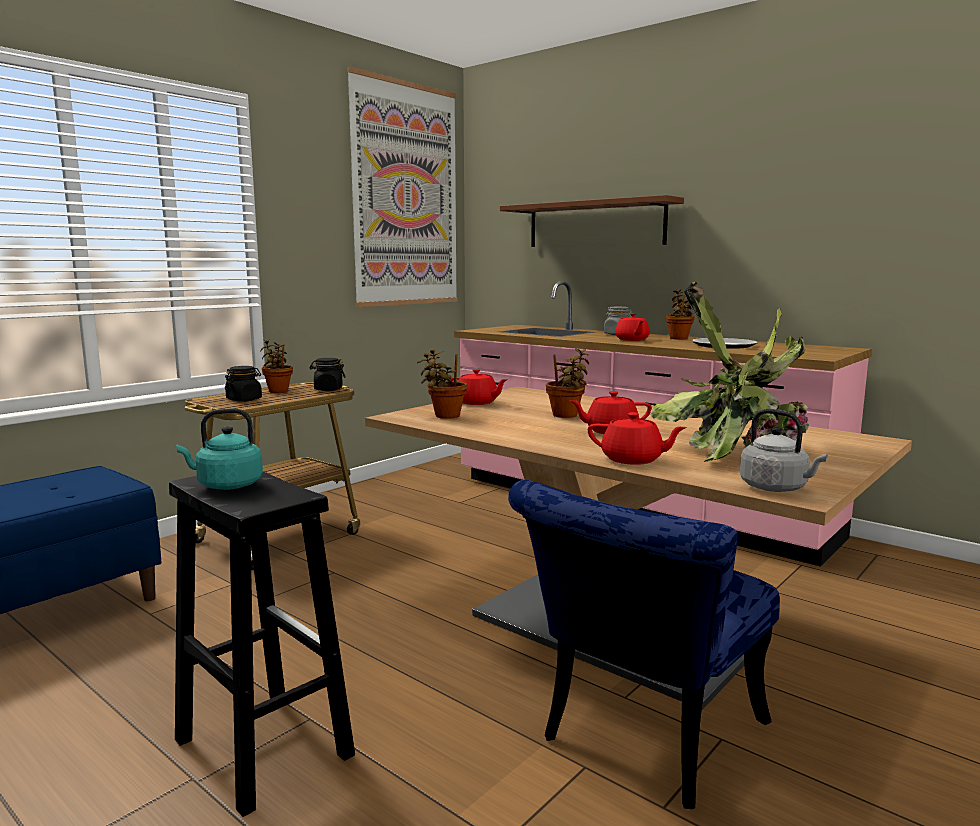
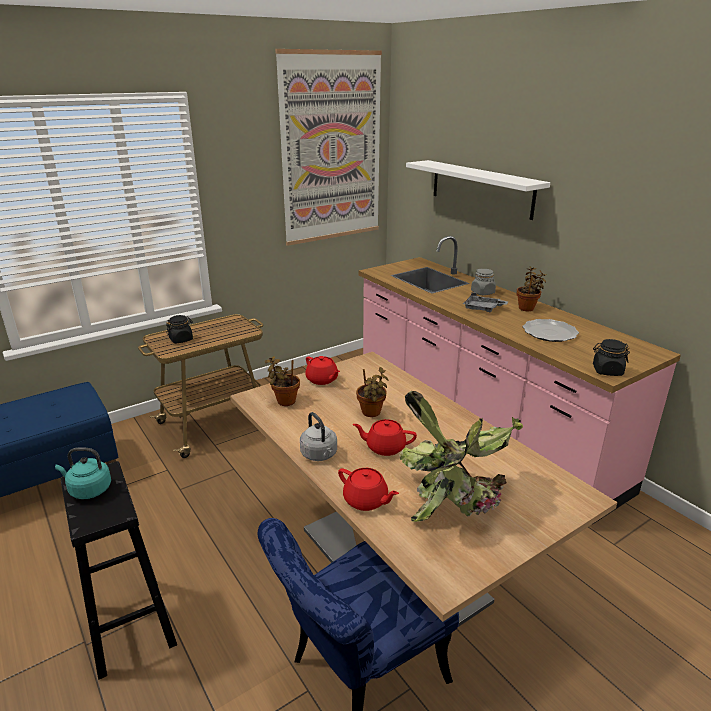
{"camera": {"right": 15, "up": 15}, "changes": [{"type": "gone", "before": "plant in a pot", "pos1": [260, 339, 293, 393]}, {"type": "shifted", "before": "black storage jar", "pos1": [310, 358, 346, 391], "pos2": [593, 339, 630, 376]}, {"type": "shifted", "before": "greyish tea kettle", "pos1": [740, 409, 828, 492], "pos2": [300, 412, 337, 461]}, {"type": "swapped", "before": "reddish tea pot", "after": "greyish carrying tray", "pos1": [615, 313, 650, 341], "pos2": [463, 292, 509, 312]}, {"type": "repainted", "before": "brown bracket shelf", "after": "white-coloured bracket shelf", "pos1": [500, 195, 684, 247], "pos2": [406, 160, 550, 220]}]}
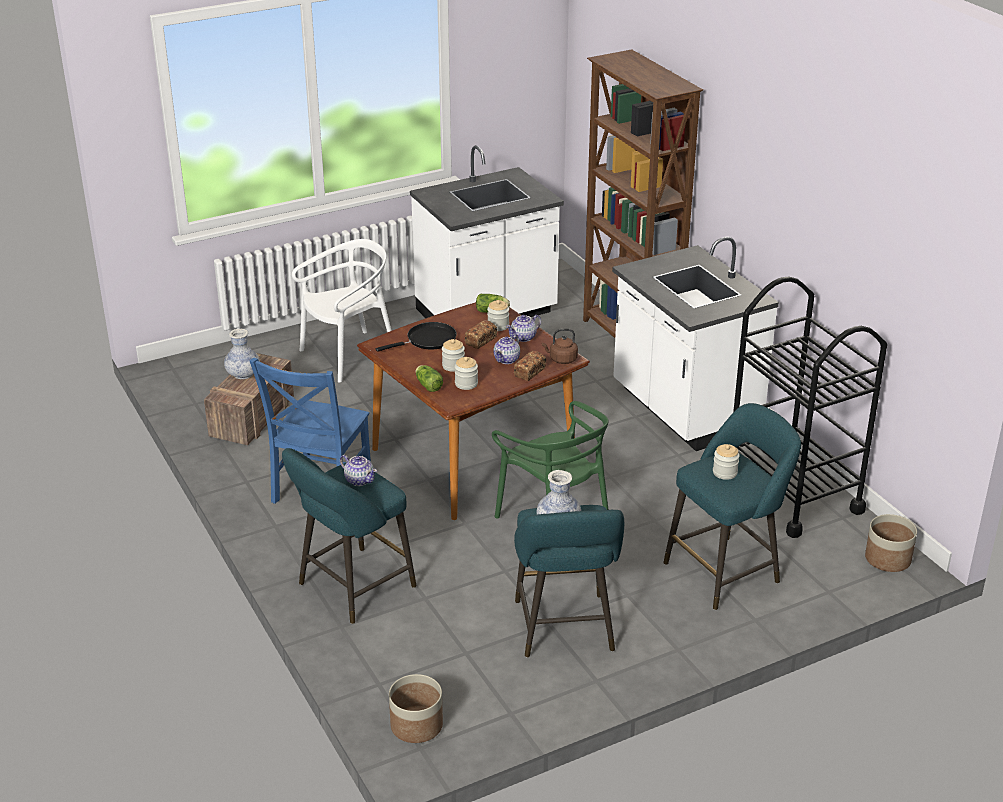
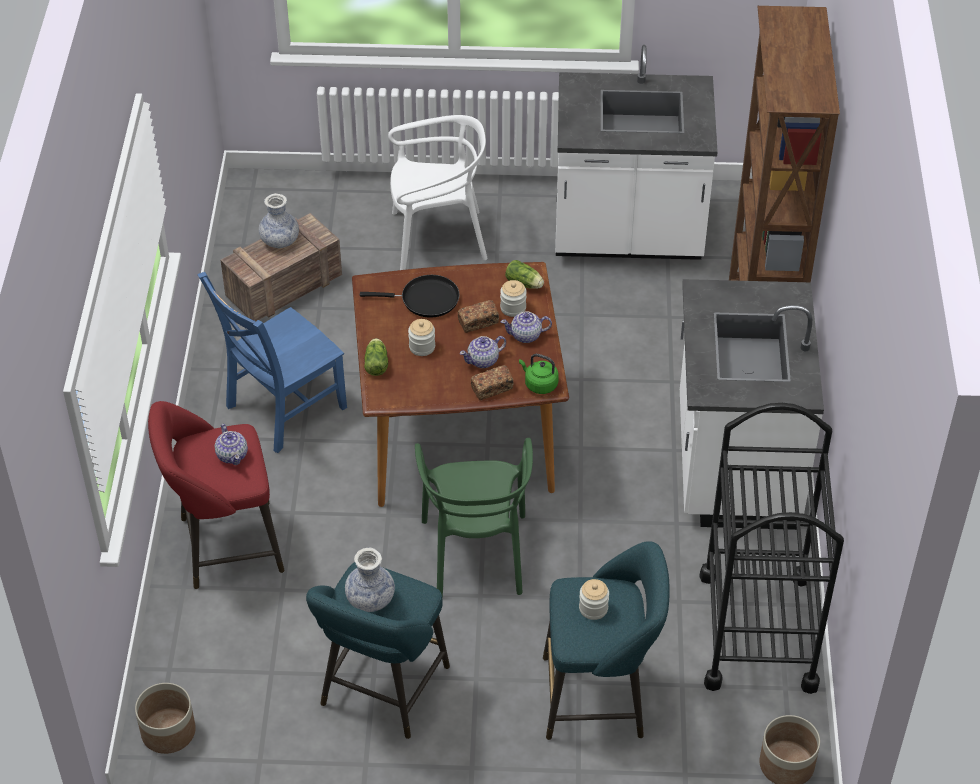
{"camera": {"right": 30, "up": 15}, "changes": [{"type": "gone", "before": "storage jar", "pos1": [454, 357, 478, 390]}, {"type": "repainted", "before": "turquoise-coloured stool", "after": "reddish stool", "pos1": [282, 448, 416, 624], "pos2": [148, 401, 284, 589]}, {"type": "repainted", "before": "brown tea kettle", "after": "green tea kettle", "pos1": [542, 329, 578, 364], "pos2": [519, 354, 559, 394]}]}
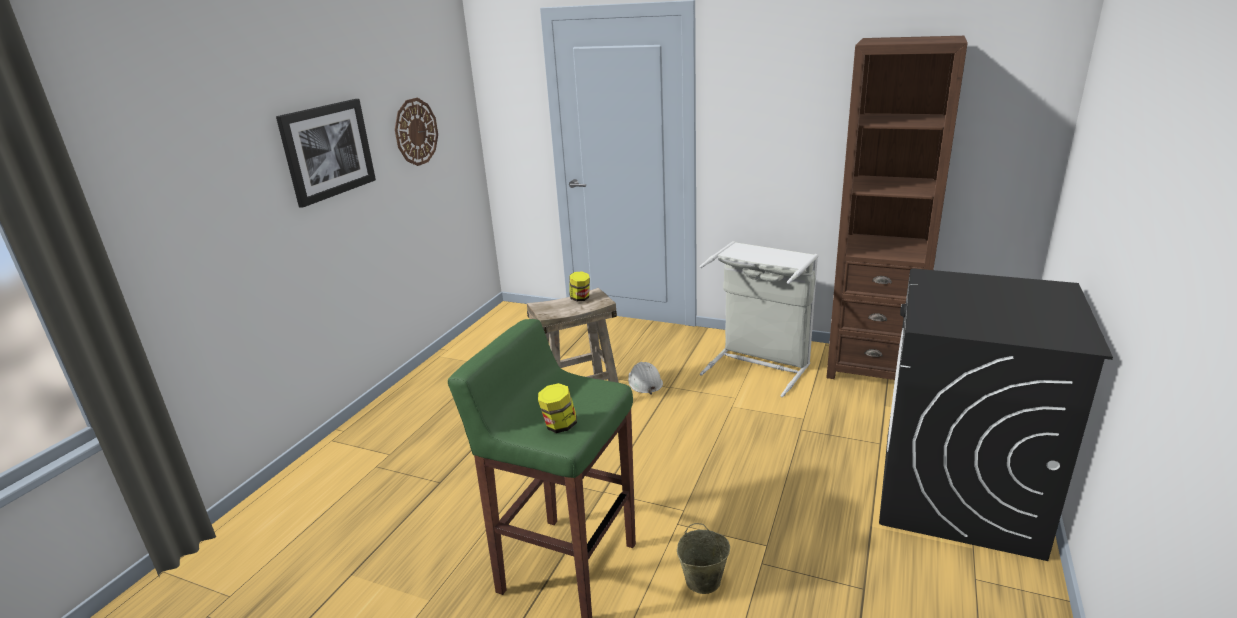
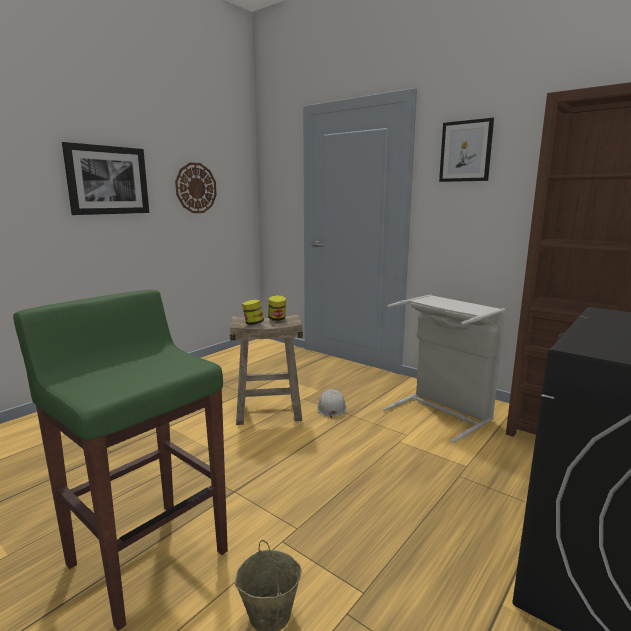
{"camera": {"right": 15, "up": -10}, "changes": [{"type": "new", "after": "wall art", "pos2": [439, 118, 494, 182]}, {"type": "shifted", "before": "storage jar", "pos1": [538, 383, 577, 433], "pos2": [242, 299, 264, 325]}]}
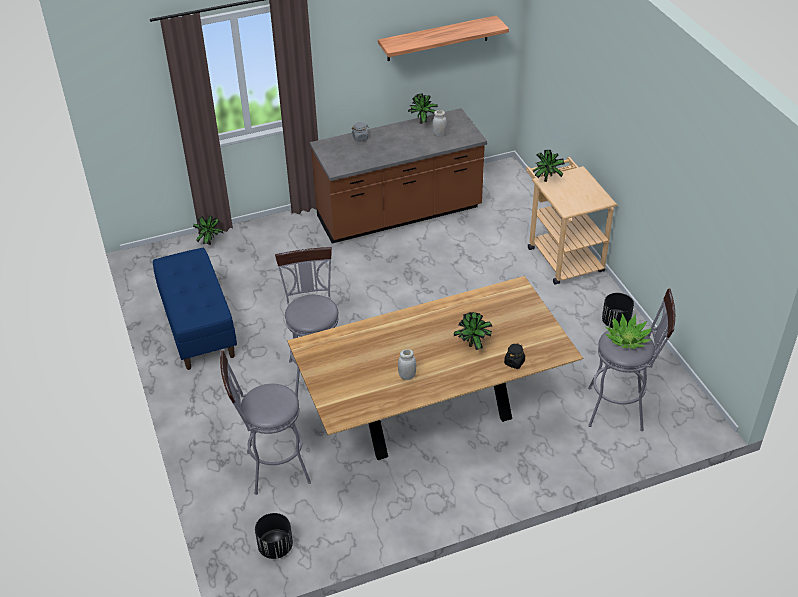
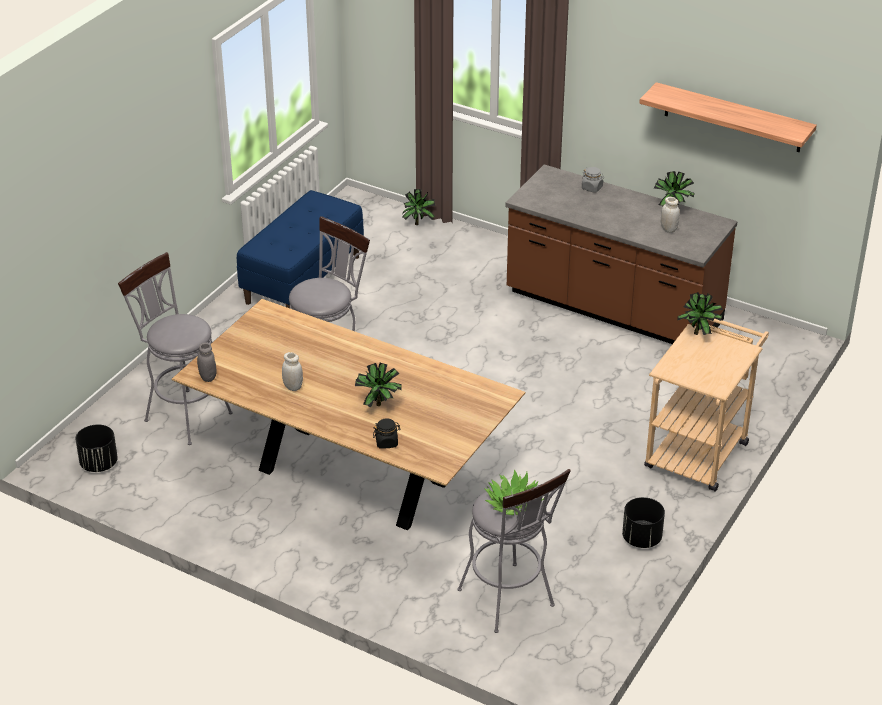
{"camera": {"right": 50, "up": -5}, "changes": [{"type": "new", "after": "greyish storage jar", "pos2": [197, 343, 216, 382]}]}
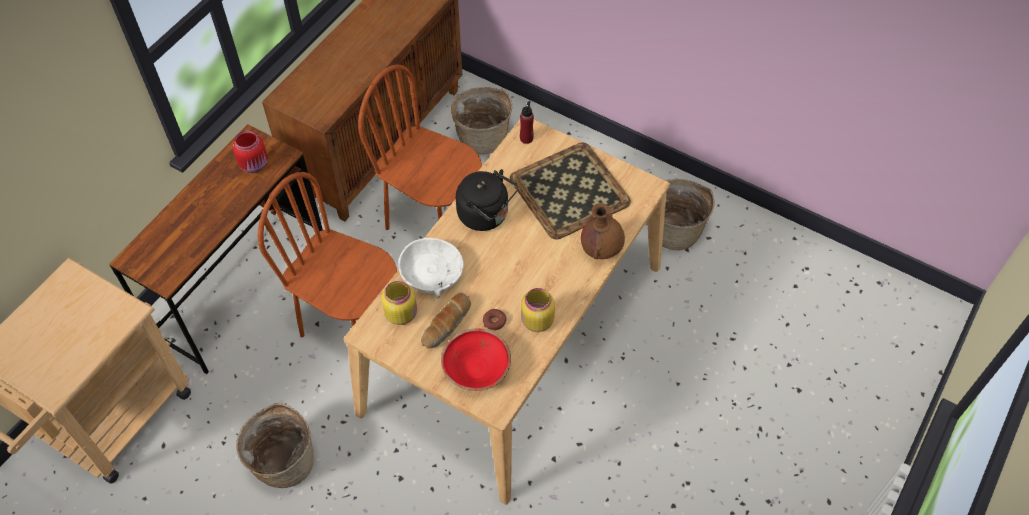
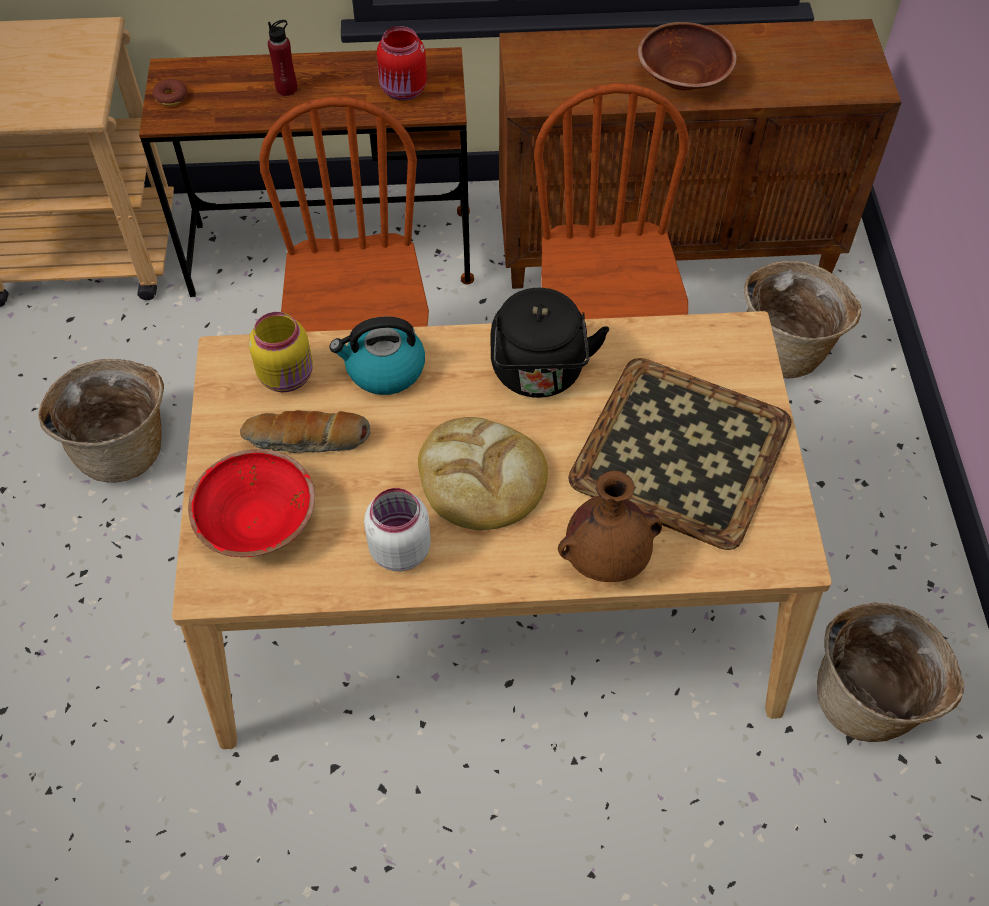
{"camera": {"right": 55, "up": 0}, "changes": [{"type": "new", "after": "bakery bread", "pos2": [418, 417, 548, 530]}, {"type": "new", "after": "brown serving bowl", "pos2": [638, 22, 737, 90]}, {"type": "shifted", "before": "ring doughnut", "pos1": [483, 309, 506, 330], "pos2": [152, 79, 188, 106]}, {"type": "shifted", "before": "reddish beverage bottle", "pos1": [520, 101, 534, 144], "pos2": [268, 20, 297, 96]}, {"type": "swapped", "before": "white-coloured serving bowl", "after": "tea kettle", "pos1": [398, 238, 464, 299], "pos2": [330, 316, 425, 395]}, {"type": "repainted", "before": "yellowish storage jar", "after": "white-coloured storage jar", "pos1": [521, 288, 555, 332], "pos2": [364, 488, 431, 571]}]}
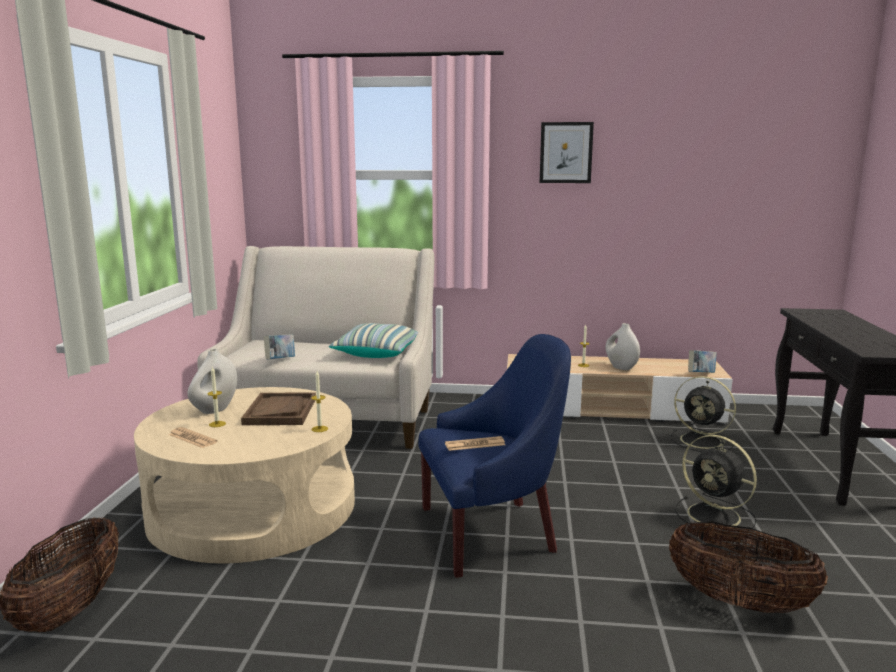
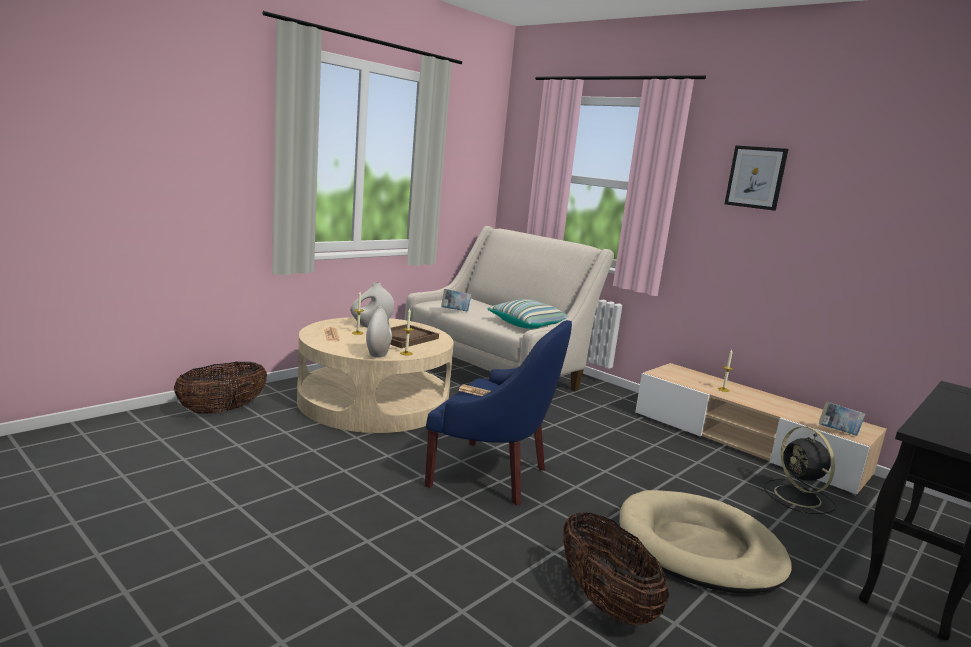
{"camera": {"right": 35, "up": 0}, "changes": [{"type": "shifted", "before": "white-coloured flower vase", "pos1": [605, 323, 640, 370], "pos2": [366, 305, 392, 358]}, {"type": "swapped", "before": "black electric fan", "after": "beige-coloured pet bed", "pos1": [675, 435, 757, 535], "pos2": [619, 490, 792, 593]}]}
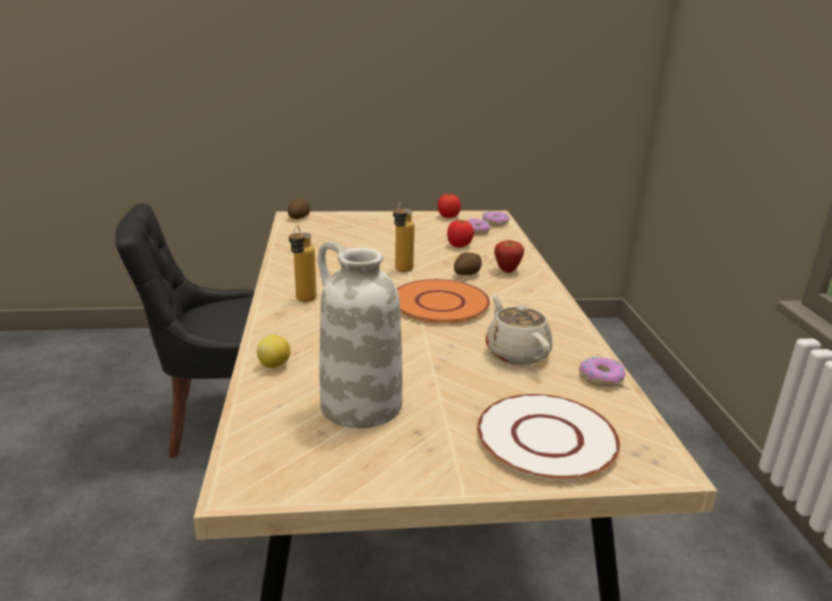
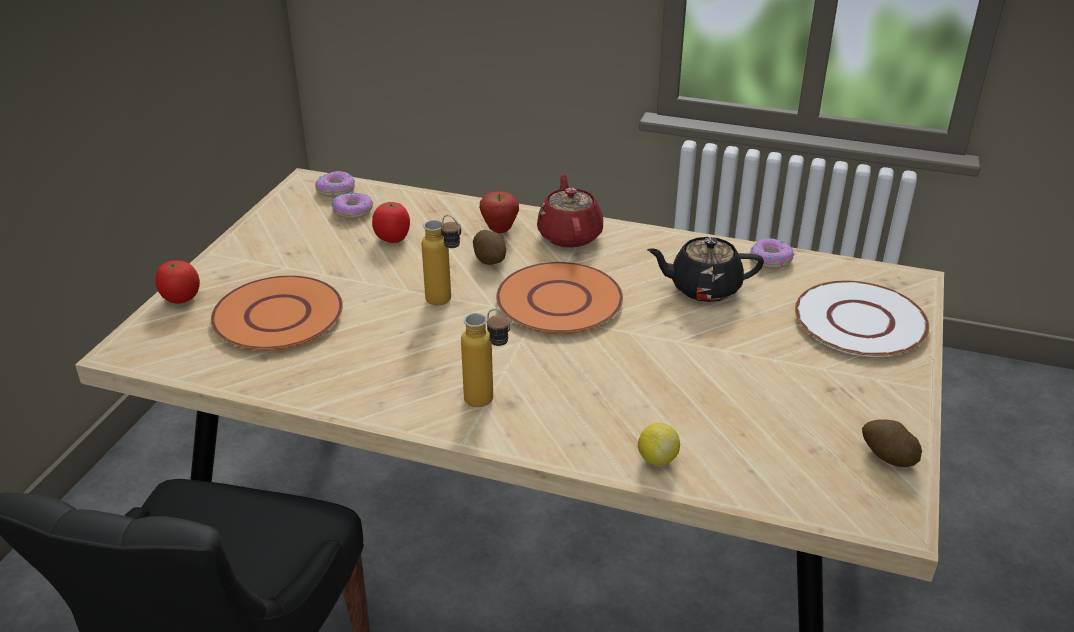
{"camera": {"right": -65, "up": 10}, "changes": [{"type": "gone", "before": "white-coloured flower vase", "pos1": [318, 241, 402, 428]}, {"type": "new", "after": "orange-coloured flat dish", "pos2": [211, 275, 343, 351]}, {"type": "new", "after": "reddish tea pot", "pos2": [537, 173, 603, 248]}, {"type": "shifted", "before": "whole potato", "pos1": [288, 199, 310, 219], "pos2": [862, 419, 922, 467]}, {"type": "shifted", "before": "whole tomato", "pos1": [438, 193, 461, 218], "pos2": [155, 261, 200, 304]}, {"type": "repainted", "before": "beige-coloured tea pot", "after": "black tea pot", "pos1": [486, 295, 552, 365], "pos2": [647, 237, 764, 302]}]}
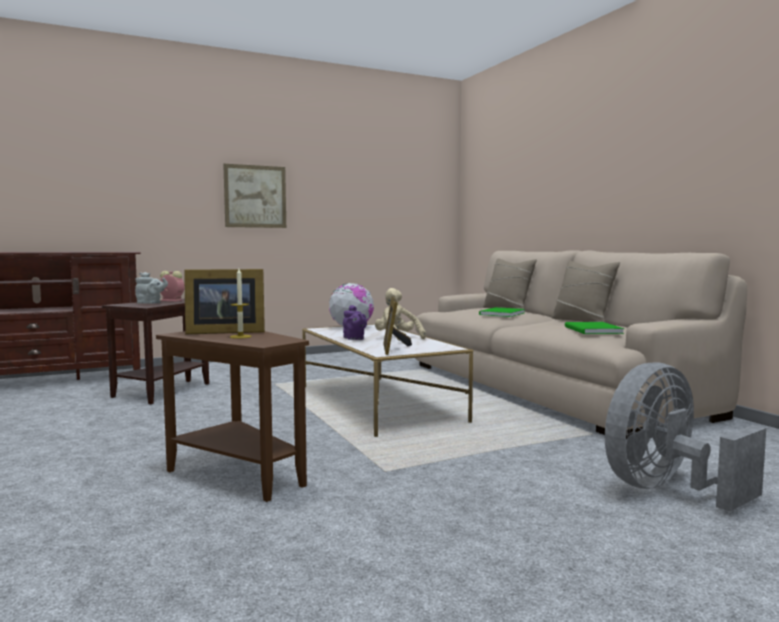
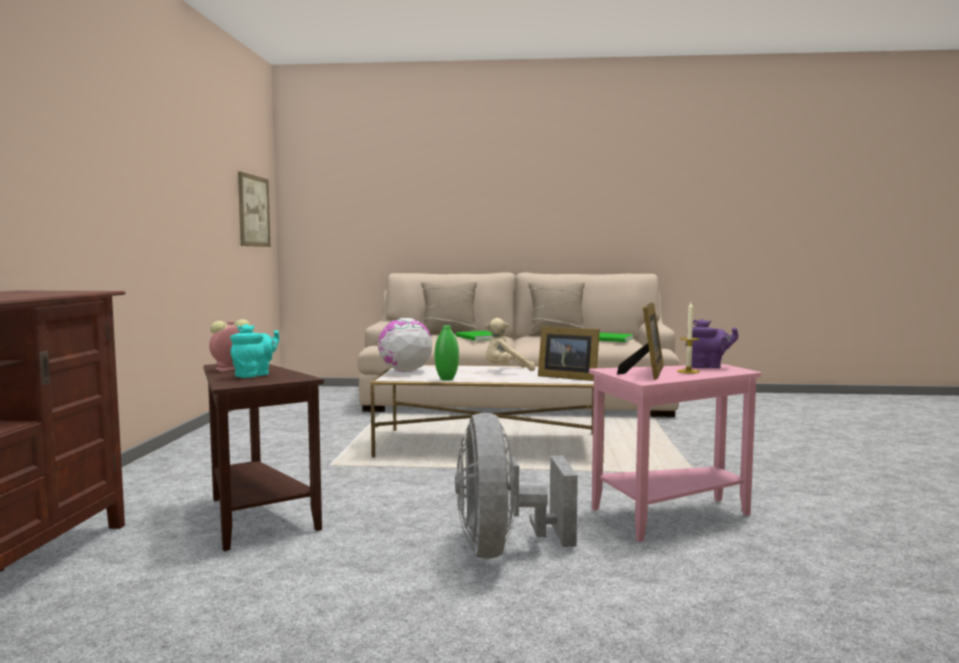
{"camera": {"right": -60, "up": 0}, "changes": [{"type": "new", "after": "green flower vase", "pos2": [435, 325, 459, 381]}, {"type": "shifted", "before": "wall art", "pos1": [223, 164, 286, 228], "pos2": [238, 171, 271, 247]}, {"type": "shifted", "before": "purplish tea pot", "pos1": [343, 305, 367, 340], "pos2": [686, 319, 738, 368]}, {"type": "shifted", "before": "greyish electric fan", "pos1": [605, 363, 767, 512], "pos2": [455, 413, 578, 559]}, {"type": "repainted", "before": "greyish tea pot", "after": "turquoise-coloured tea pot", "pos1": [135, 272, 168, 304], "pos2": [230, 324, 279, 378]}, {"type": "repainted", "before": "brown end table", "after": "pink-coloured end table", "pos1": [156, 331, 309, 502], "pos2": [589, 364, 761, 542]}]}
